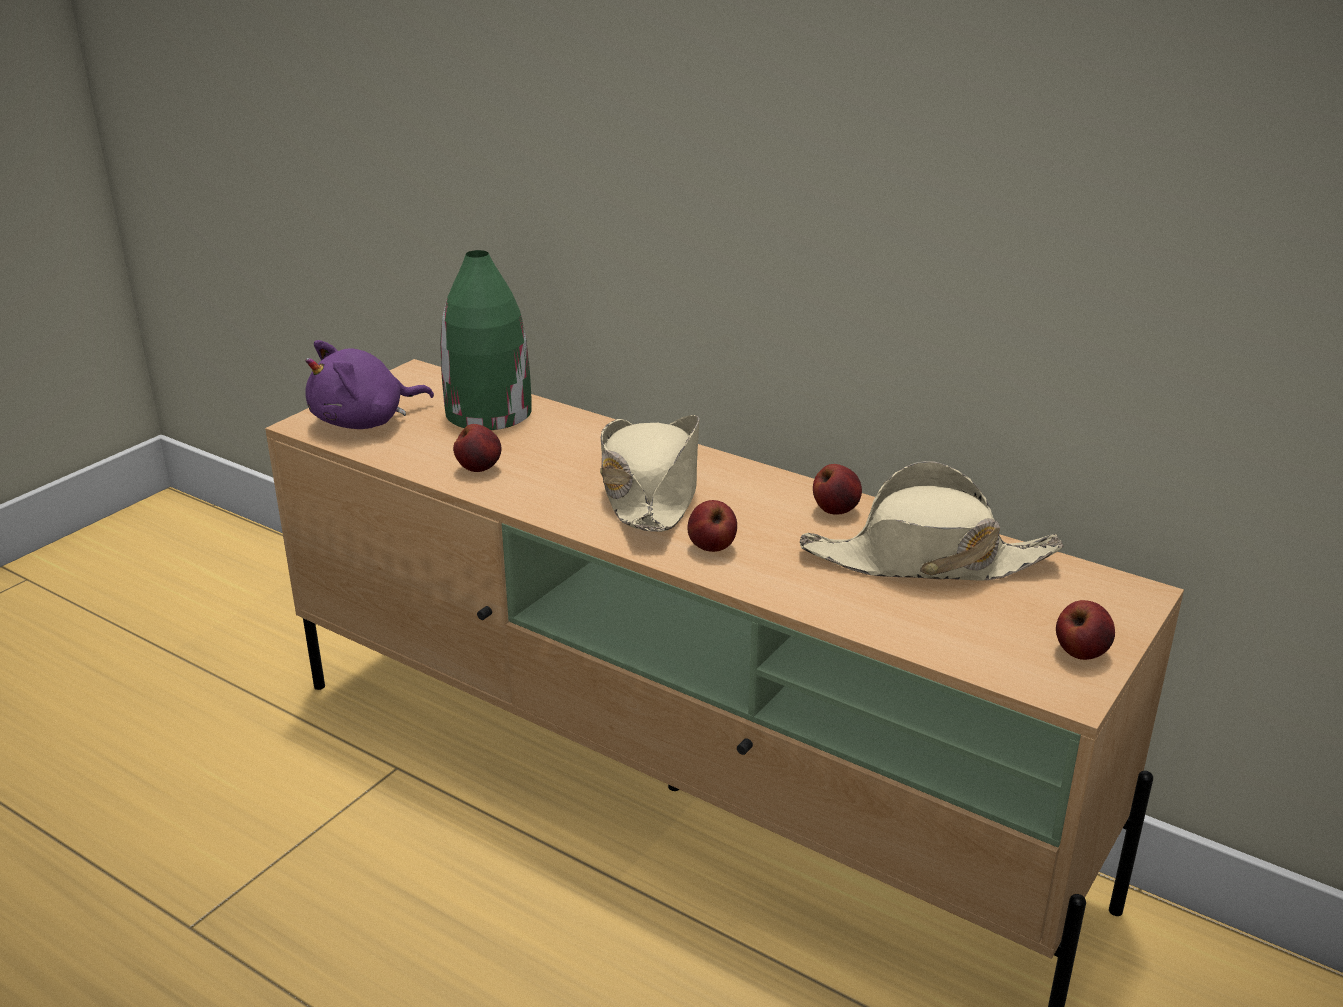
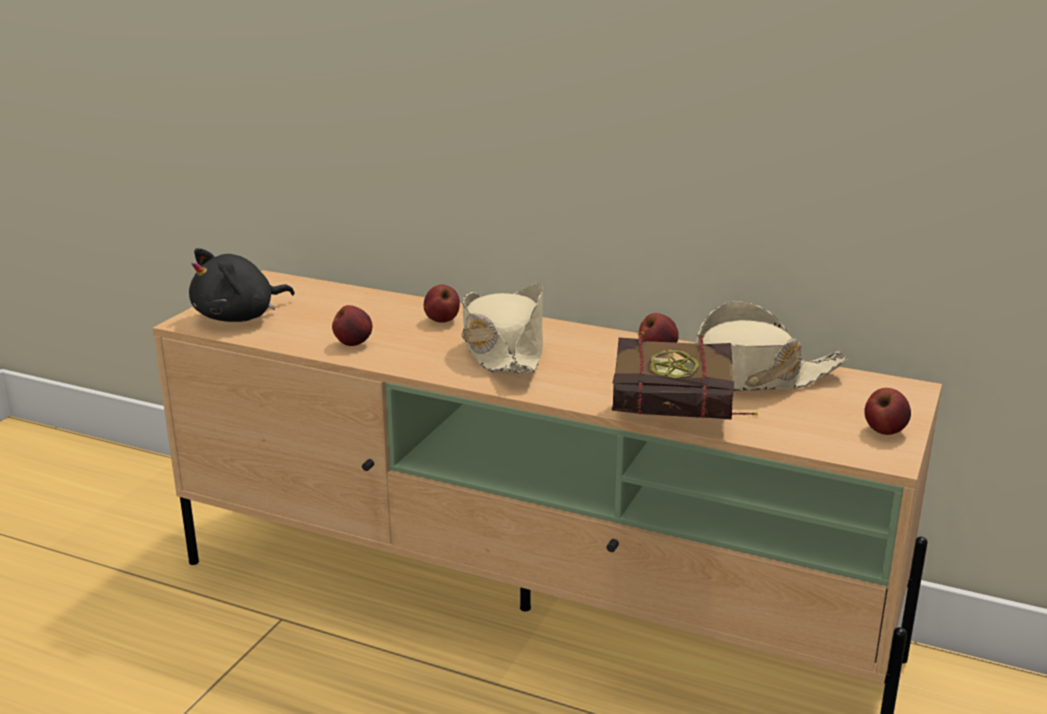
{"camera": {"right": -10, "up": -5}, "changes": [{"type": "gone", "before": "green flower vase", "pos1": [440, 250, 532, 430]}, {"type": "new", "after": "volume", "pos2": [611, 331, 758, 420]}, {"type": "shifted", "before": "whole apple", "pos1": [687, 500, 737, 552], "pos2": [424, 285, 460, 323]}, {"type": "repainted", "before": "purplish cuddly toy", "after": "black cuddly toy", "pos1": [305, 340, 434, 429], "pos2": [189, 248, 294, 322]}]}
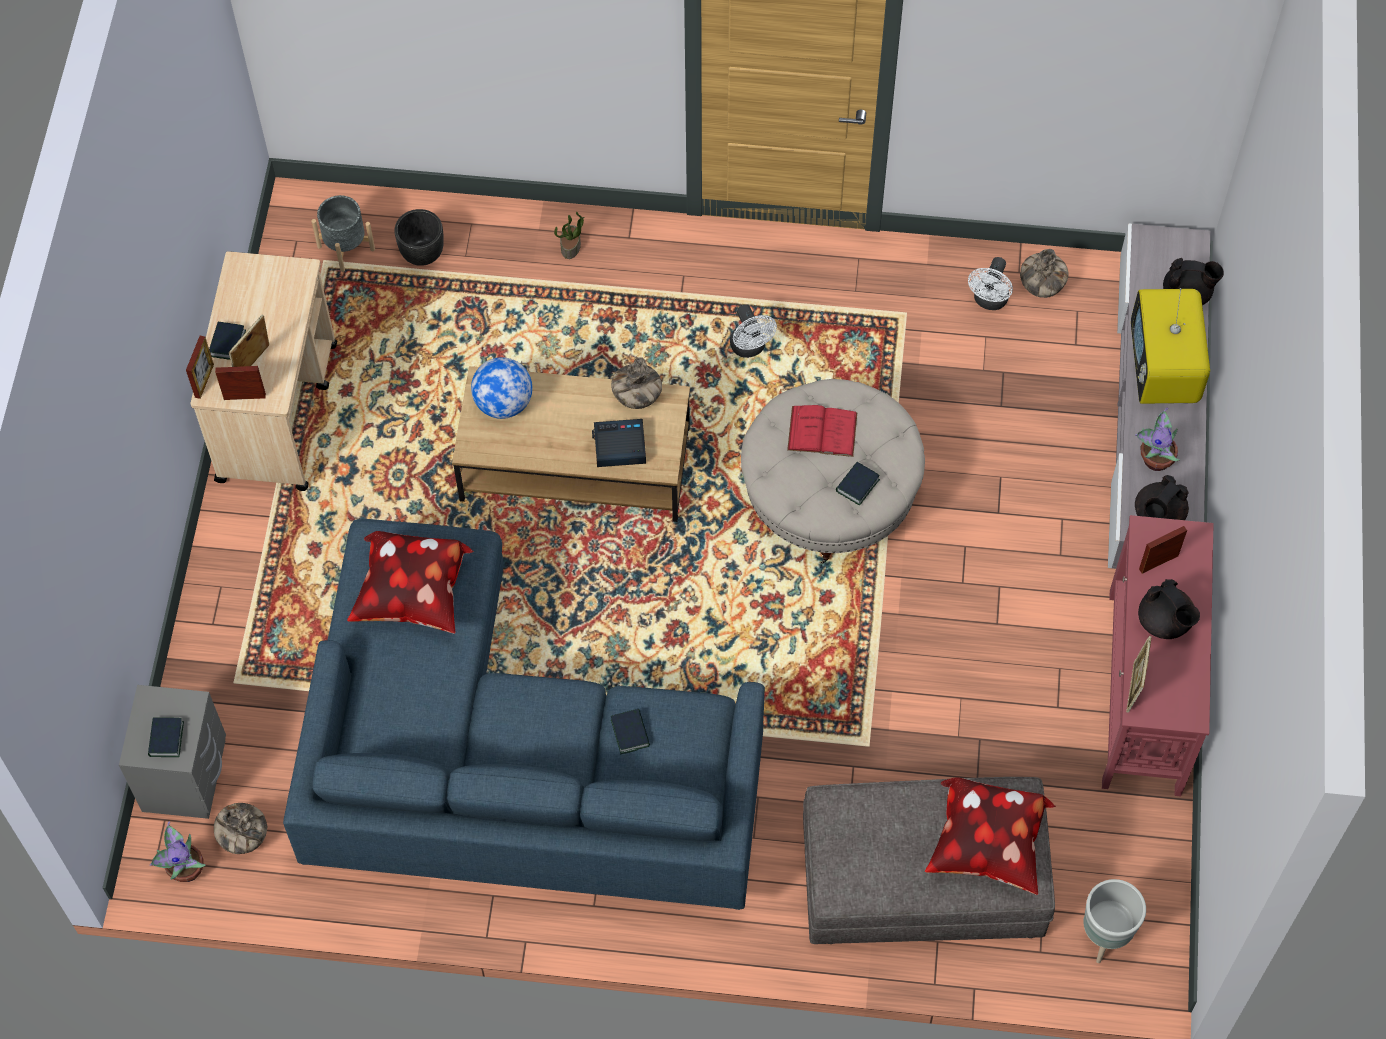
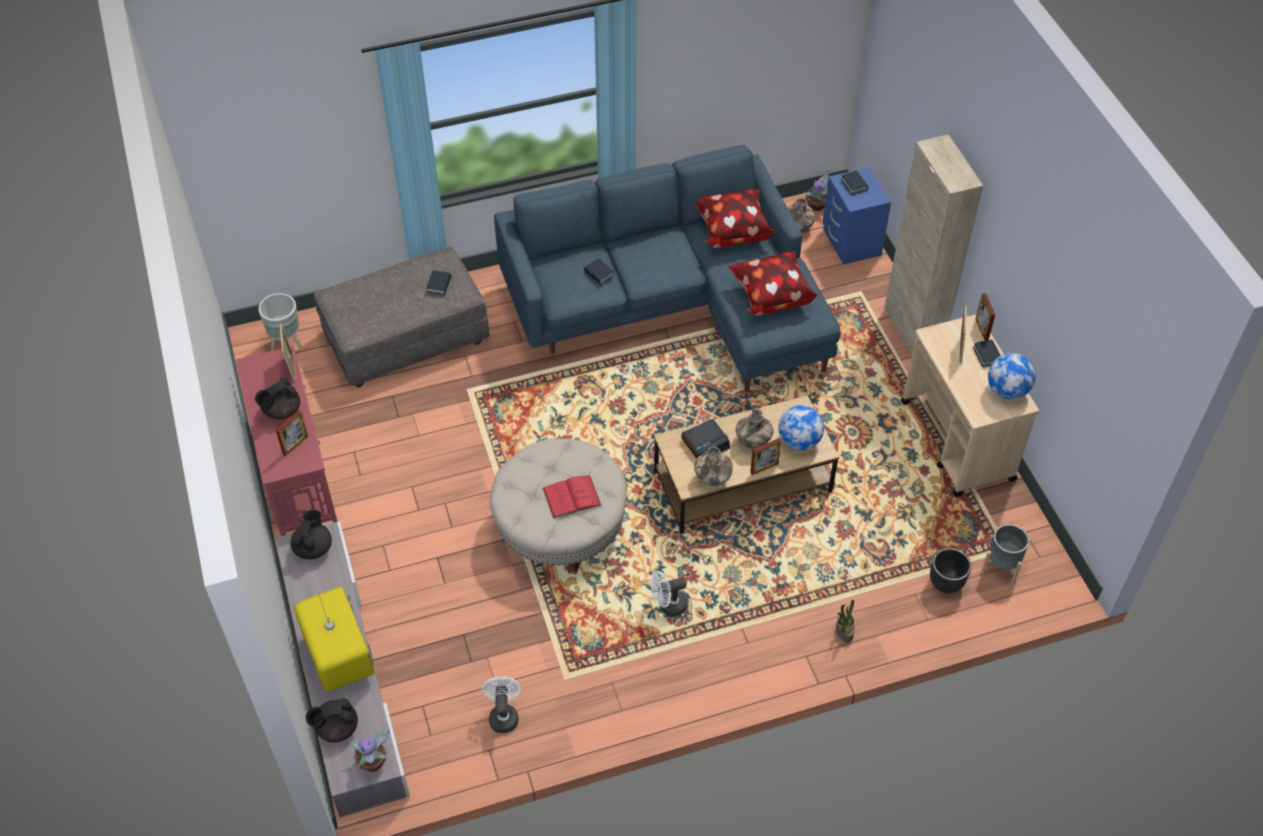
{"camera": {"right": 155, "up": -10}, "changes": [{"type": "new", "after": "beige-coloured storage cabinet", "pos2": [884, 134, 983, 354]}, {"type": "new", "after": "desk globe", "pos2": [988, 353, 1036, 399]}, {"type": "shifted", "before": "photo frame", "pos1": [215, 366, 266, 400], "pos2": [750, 438, 781, 475]}, {"type": "shifted", "before": "volume", "pos1": [836, 462, 880, 505], "pos2": [427, 270, 452, 295]}, {"type": "shifted", "before": "cushion", "pos1": [925, 777, 1056, 895], "pos2": [696, 190, 775, 248]}, {"type": "shifted", "before": "flower vase", "pos1": [1020, 249, 1069, 298], "pos2": [736, 408, 773, 449]}, {"type": "shifted", "before": "plant in a pot", "pos1": [1136, 407, 1180, 471], "pos2": [350, 729, 389, 772]}, {"type": "repainted", "before": "greyish nightstand", "after": "blue nightstand", "pos1": [119, 685, 226, 819], "pos2": [822, 167, 891, 265]}, {"type": "rotated", "before": "white-coloured electric fan", "pos1": [730, 304, 777, 358], "pos2": [650, 571, 687, 616], "turn": -60}, {"type": "rotated", "before": "black tea pot", "pos1": [1138, 579, 1200, 639], "pos2": [255, 378, 300, 419], "turn": -75}]}
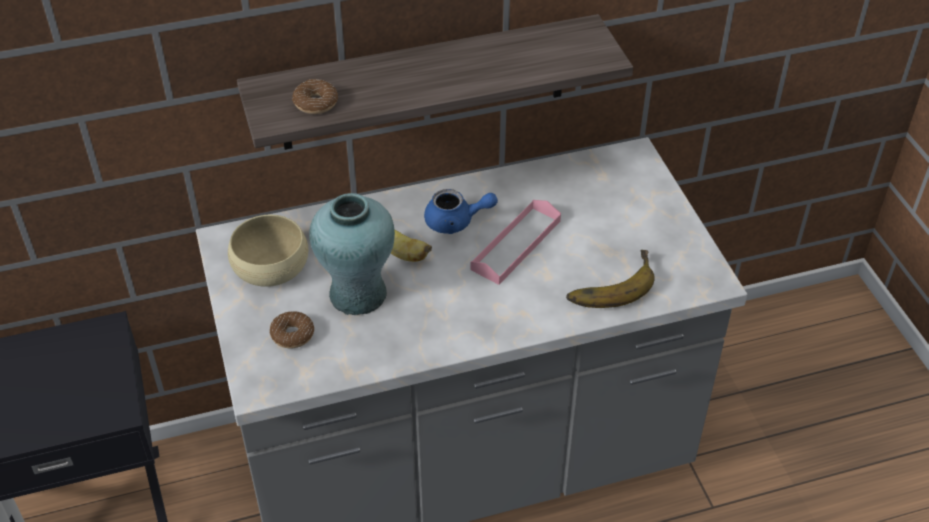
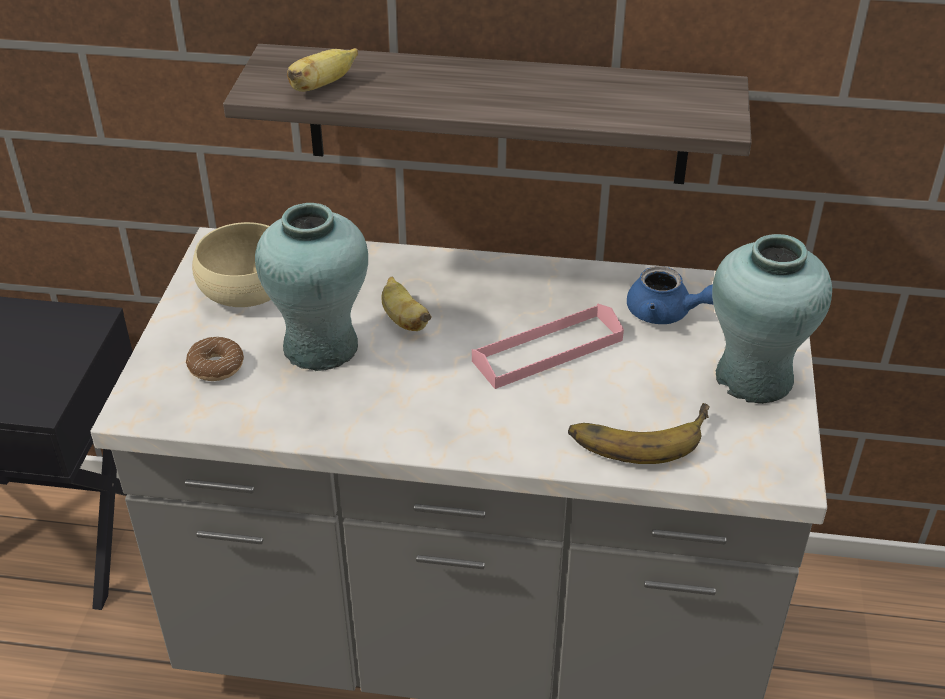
{"camera": {"right": 25, "up": -5}, "changes": [{"type": "new", "after": "turquoise-coloured flower vase", "pos2": [712, 234, 832, 404]}, {"type": "shifted", "before": "blue tea pot", "pos1": [424, 189, 498, 234], "pos2": [627, 266, 714, 324]}, {"type": "swapped", "before": "ring doughnut", "after": "banana fruit", "pos1": [292, 79, 338, 114], "pos2": [287, 48, 358, 92]}]}
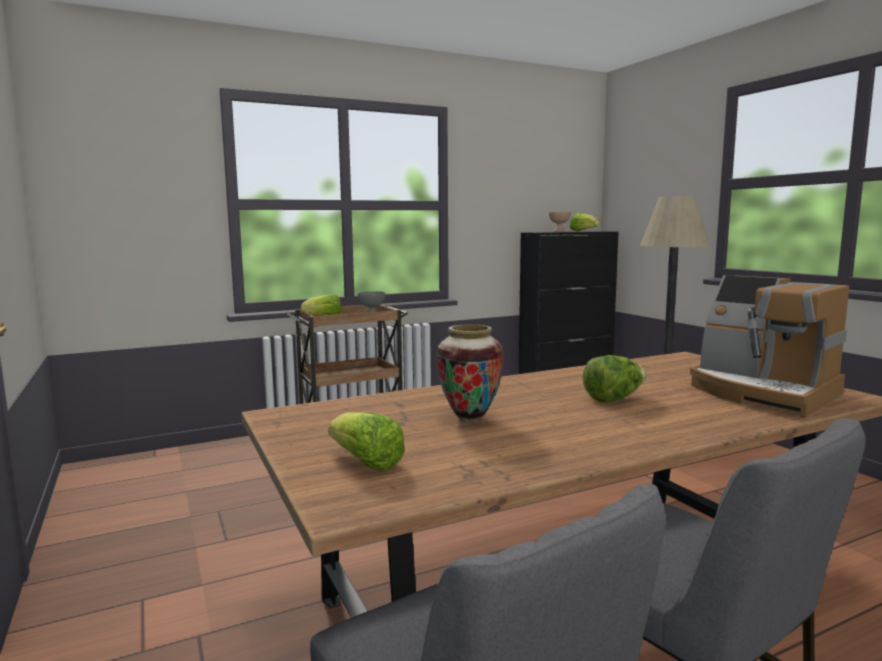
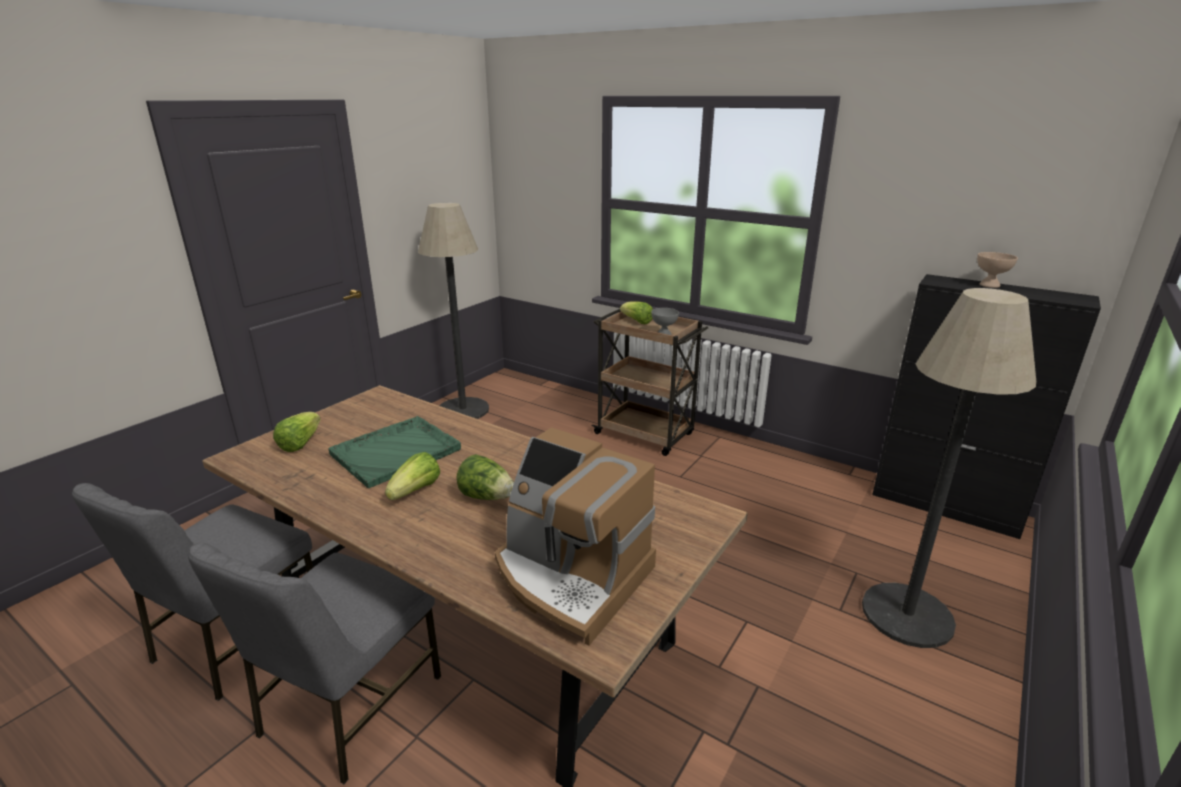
{"camera": {"right": 60, "up": 15}, "changes": [{"type": "new", "after": "floor lamp", "pos2": [418, 203, 489, 419]}, {"type": "shifted", "before": "lettuce head", "pos1": [570, 213, 599, 231], "pos2": [385, 452, 440, 500]}, {"type": "swapped", "before": "flower vase", "after": "green carrying tray", "pos1": [436, 324, 504, 422], "pos2": [329, 416, 461, 488]}, {"type": "rotated", "before": "coffee brewer", "pos1": [690, 275, 849, 418], "pos2": [495, 427, 656, 646], "turn": -75}]}
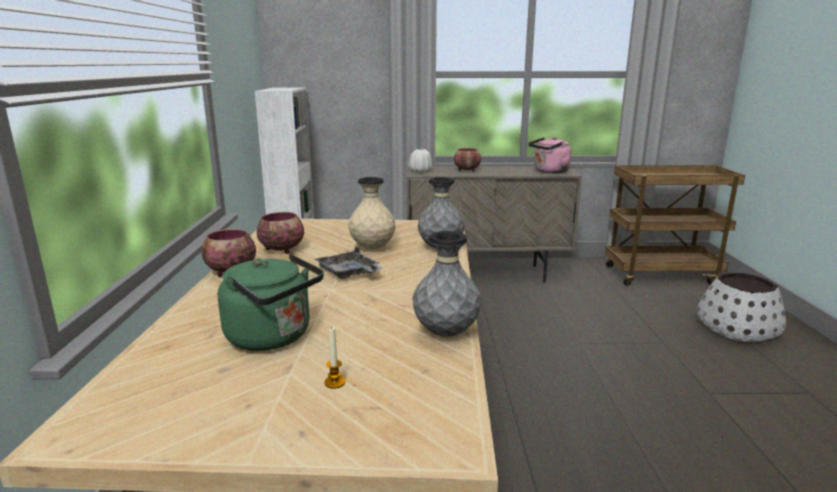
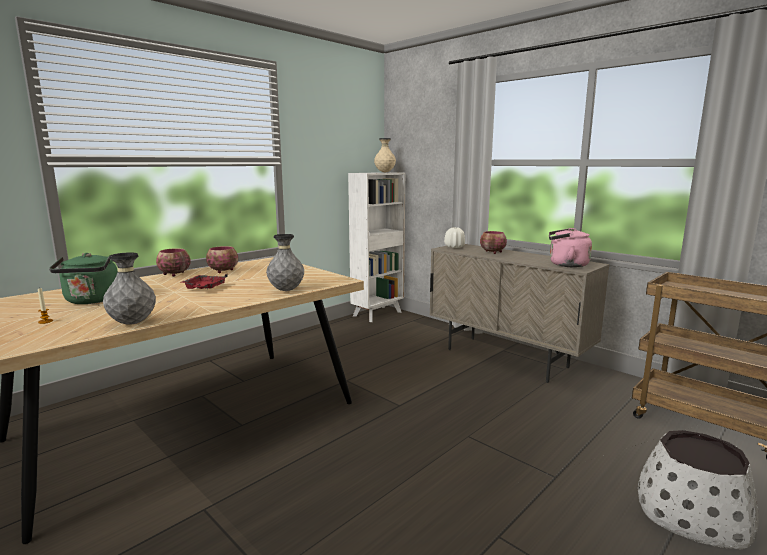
{"camera": {"right": 45, "up": -5}, "changes": [{"type": "shifted", "before": "beige-coloured flower vase", "pos1": [348, 177, 395, 250], "pos2": [374, 138, 396, 172]}, {"type": "repainted", "before": "greyish carrying tray", "after": "reddish carrying tray", "pos1": [315, 246, 383, 279], "pos2": [182, 274, 228, 289]}]}
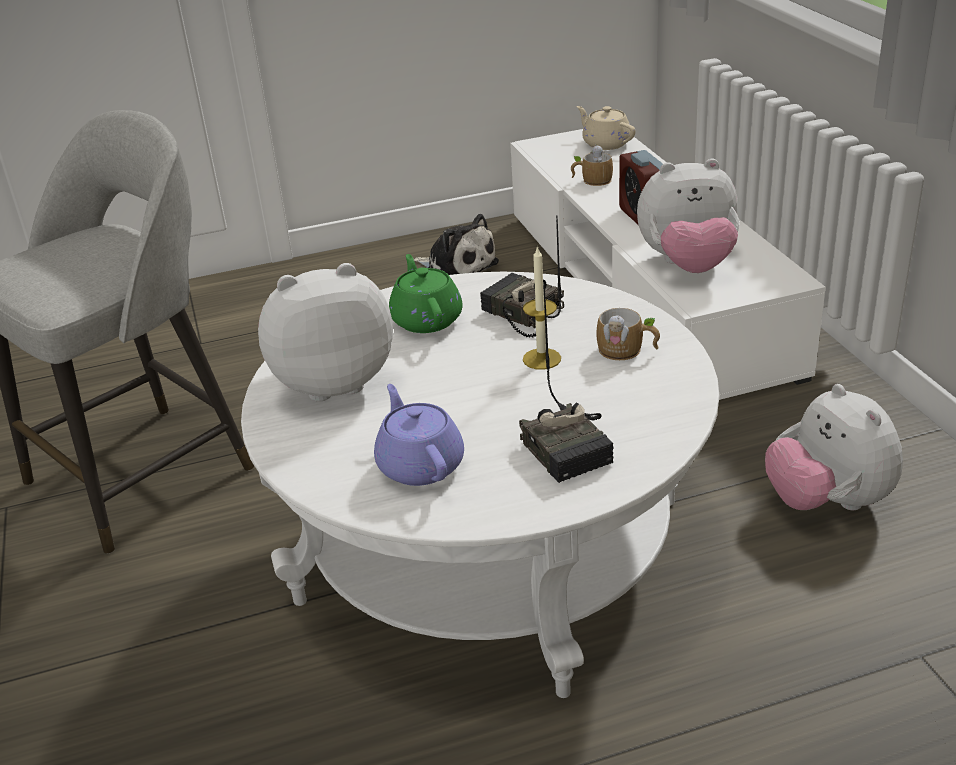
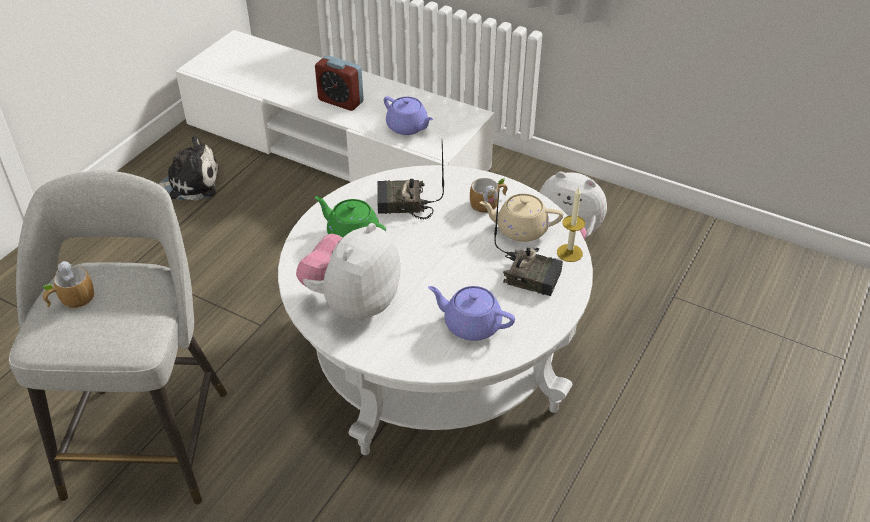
{"camera": {"right": -45, "up": 10}, "changes": [{"type": "shifted", "before": "candle", "pos1": [523, 245, 561, 370], "pos2": [557, 187, 585, 262]}, {"type": "shifted", "before": "mug", "pos1": [571, 145, 613, 186], "pos2": [43, 261, 95, 308]}, {"type": "shifted", "before": "beige-coloured tea pot", "pos1": [576, 106, 636, 150], "pos2": [479, 194, 563, 242]}, {"type": "swapped", "before": "cuddly toy", "after": "purplish tea pot", "pos1": [637, 159, 740, 273], "pos2": [384, 96, 433, 135]}]}
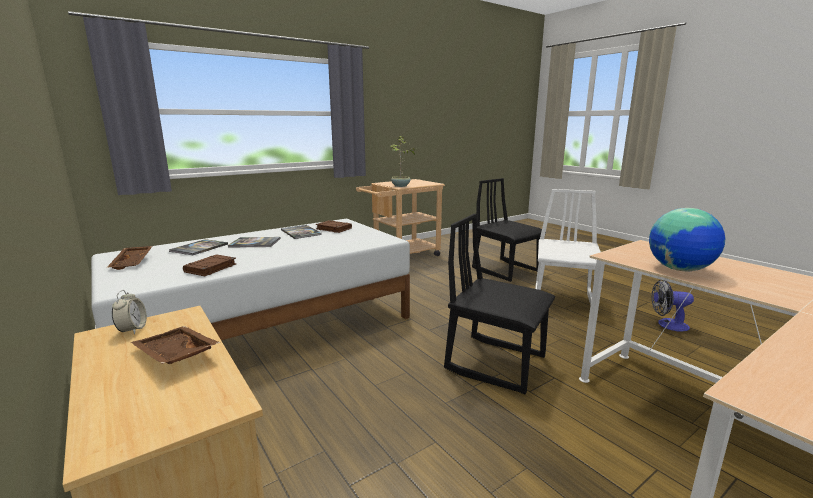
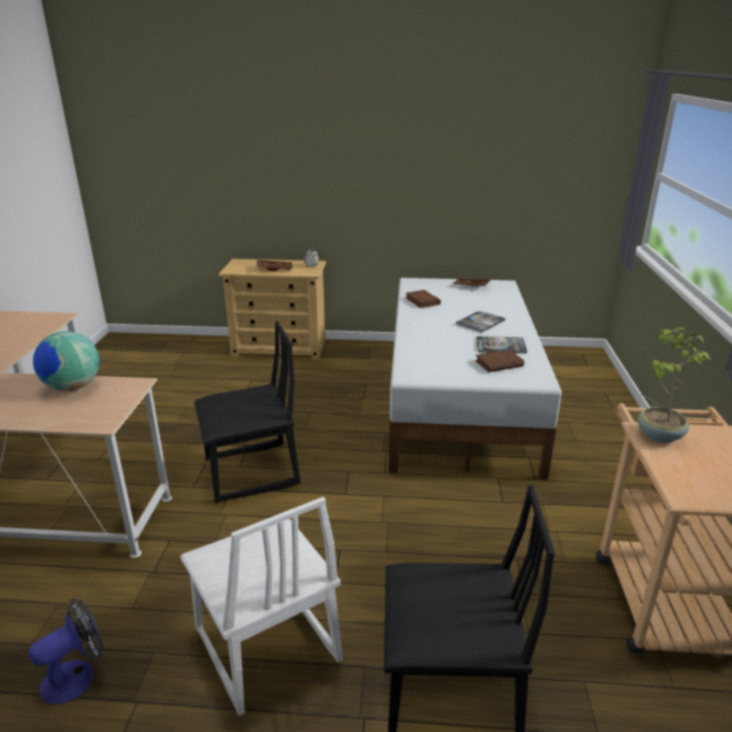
{"camera": {"right": 130, "up": 10}, "changes": [{"type": "gone", "before": "volume", "pos1": [169, 239, 228, 255]}]}
